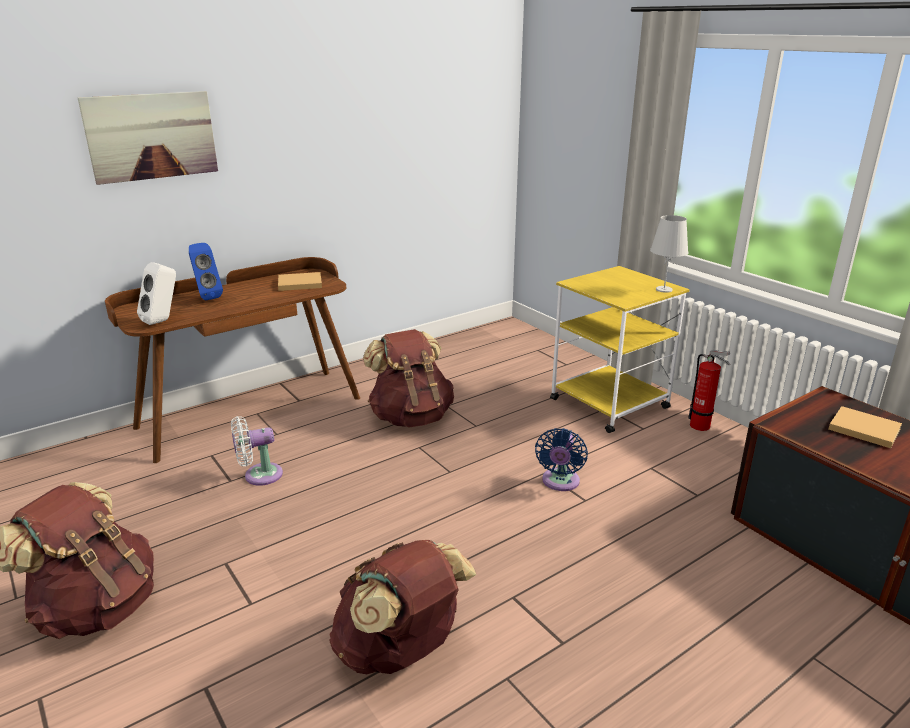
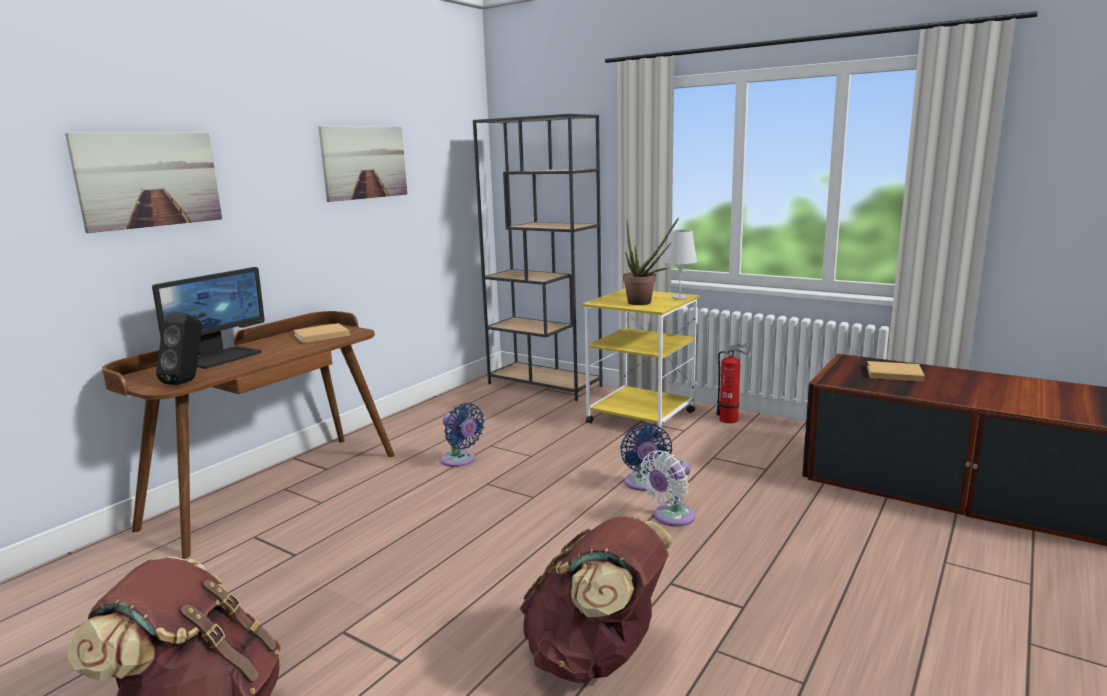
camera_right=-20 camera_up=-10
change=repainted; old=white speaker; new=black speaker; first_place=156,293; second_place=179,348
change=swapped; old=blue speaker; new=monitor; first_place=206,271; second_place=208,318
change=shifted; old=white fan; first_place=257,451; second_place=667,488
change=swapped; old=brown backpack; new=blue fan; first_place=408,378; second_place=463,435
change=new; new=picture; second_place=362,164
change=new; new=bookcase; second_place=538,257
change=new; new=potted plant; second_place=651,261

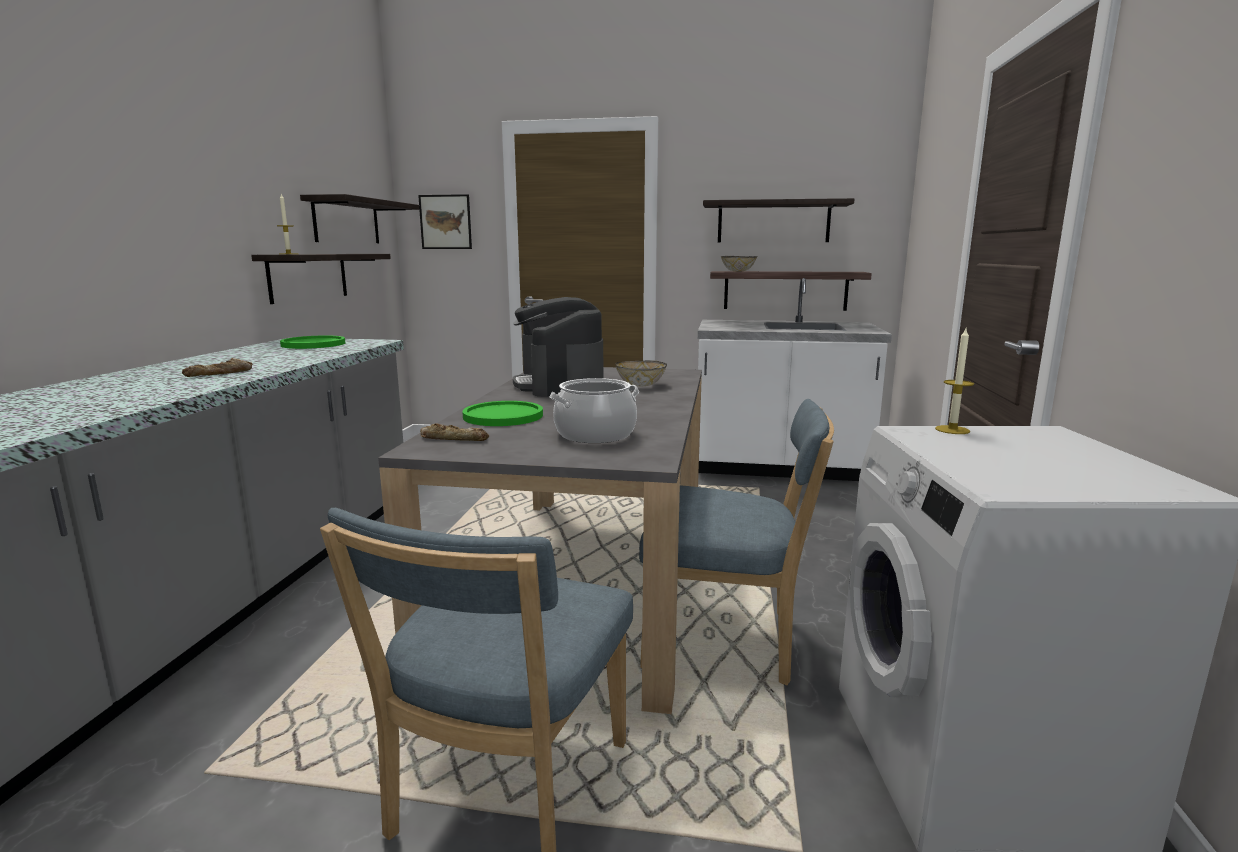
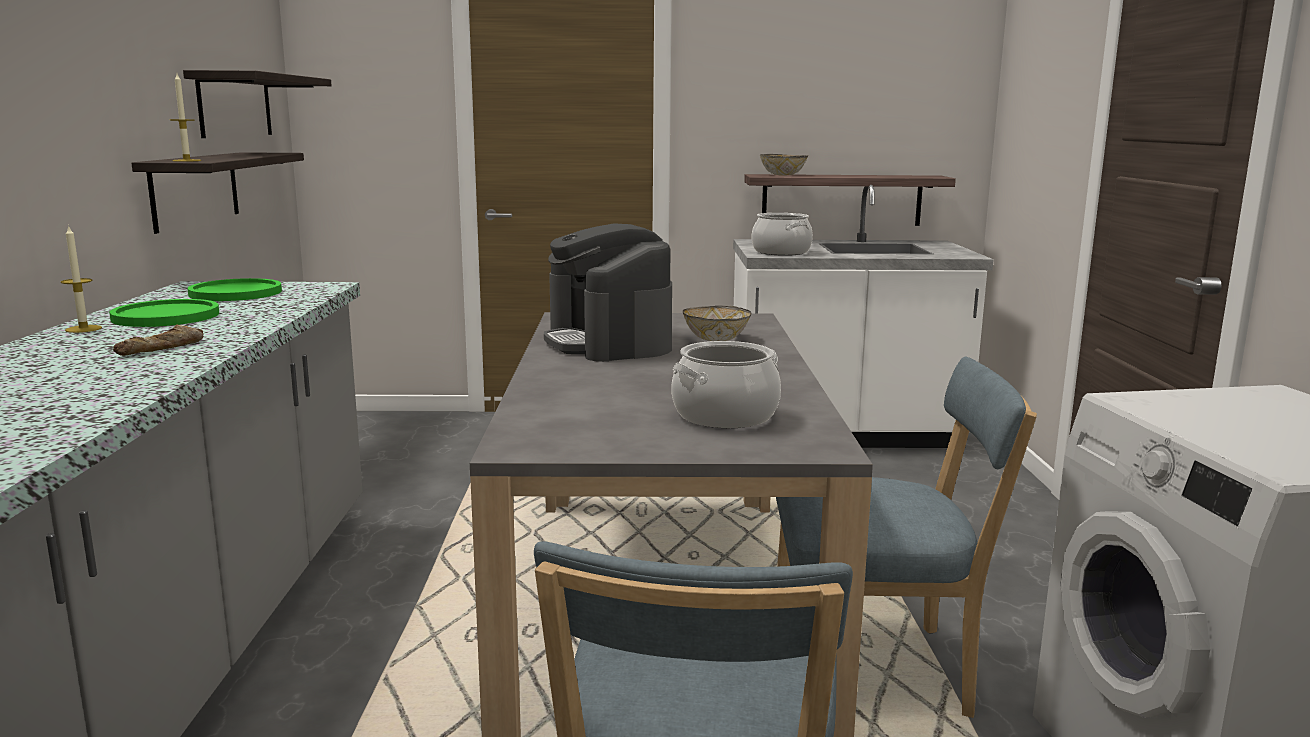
camera_right=-10 camera_up=0
change=gone; old=picture; first_place=445,221
change=gone; old=bread; first_place=454,432
change=shifted; old=green plate; first_place=503,413; second_place=164,313
change=gone; old=shelf; first_place=778,220
change=shifted; old=candle; first_place=954,381; second_place=81,279
change=new; new=cooking pot; second_place=782,234

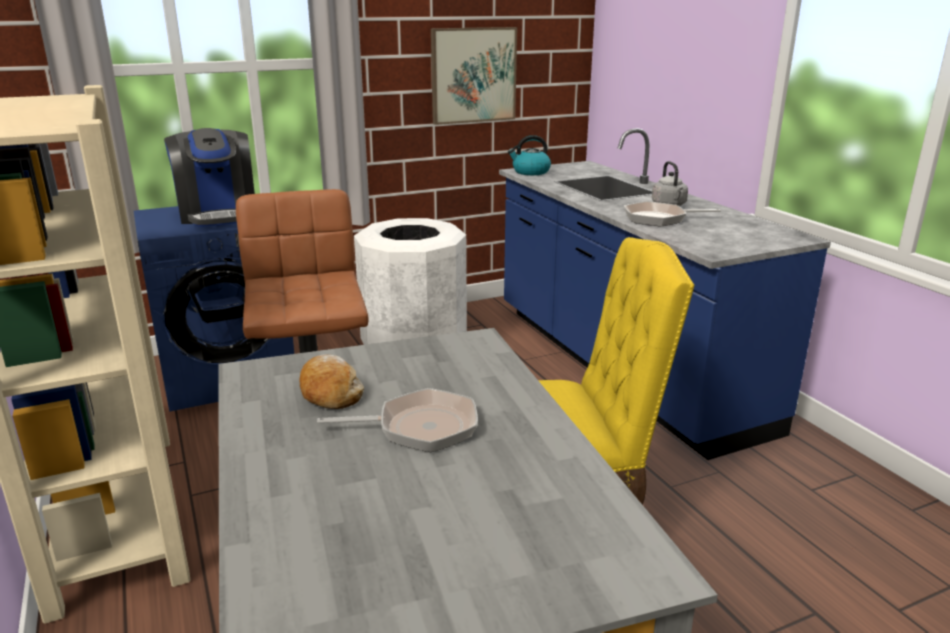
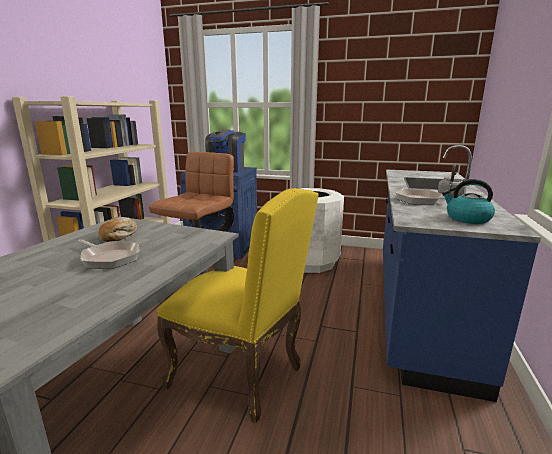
camera_right=40 camera_up=-5
change=gone; old=picture; first_place=474,76
change=shifted; old=kettle; first_place=529,155; second_place=468,201

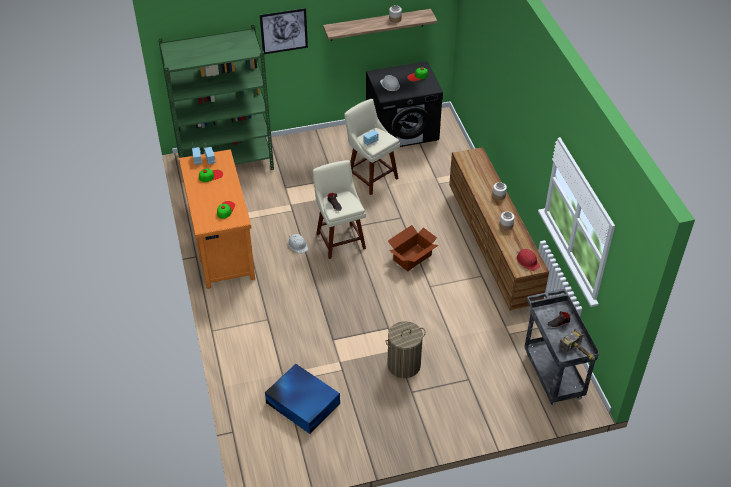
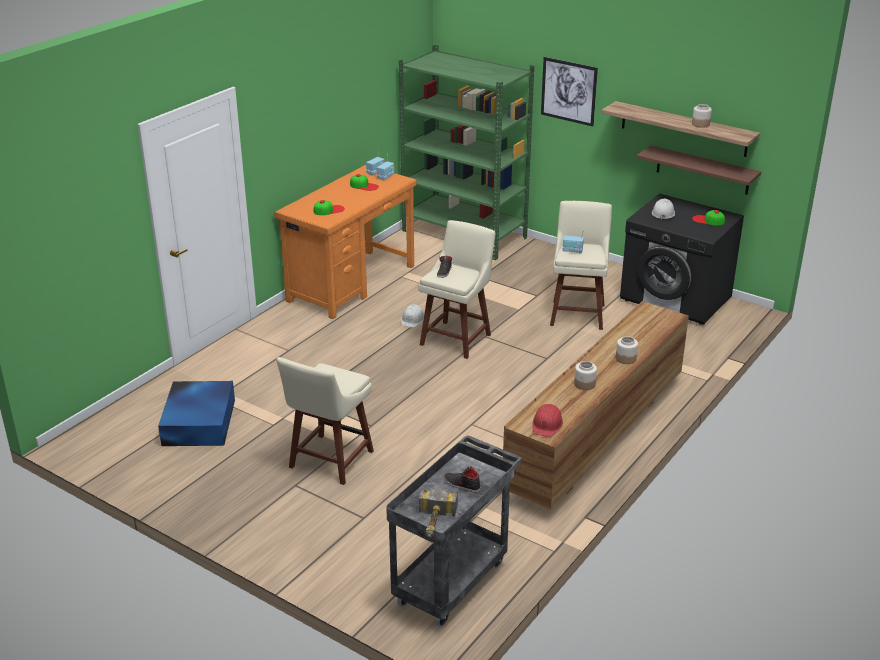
camera_right=50 camera_up=-15
change=swapped; old=laundry basket; new=beige stool; first_place=405,349; second_place=325,421
change=gone; old=cardboard box; first_place=413,248
change=new; new=shelf; second_place=698,170

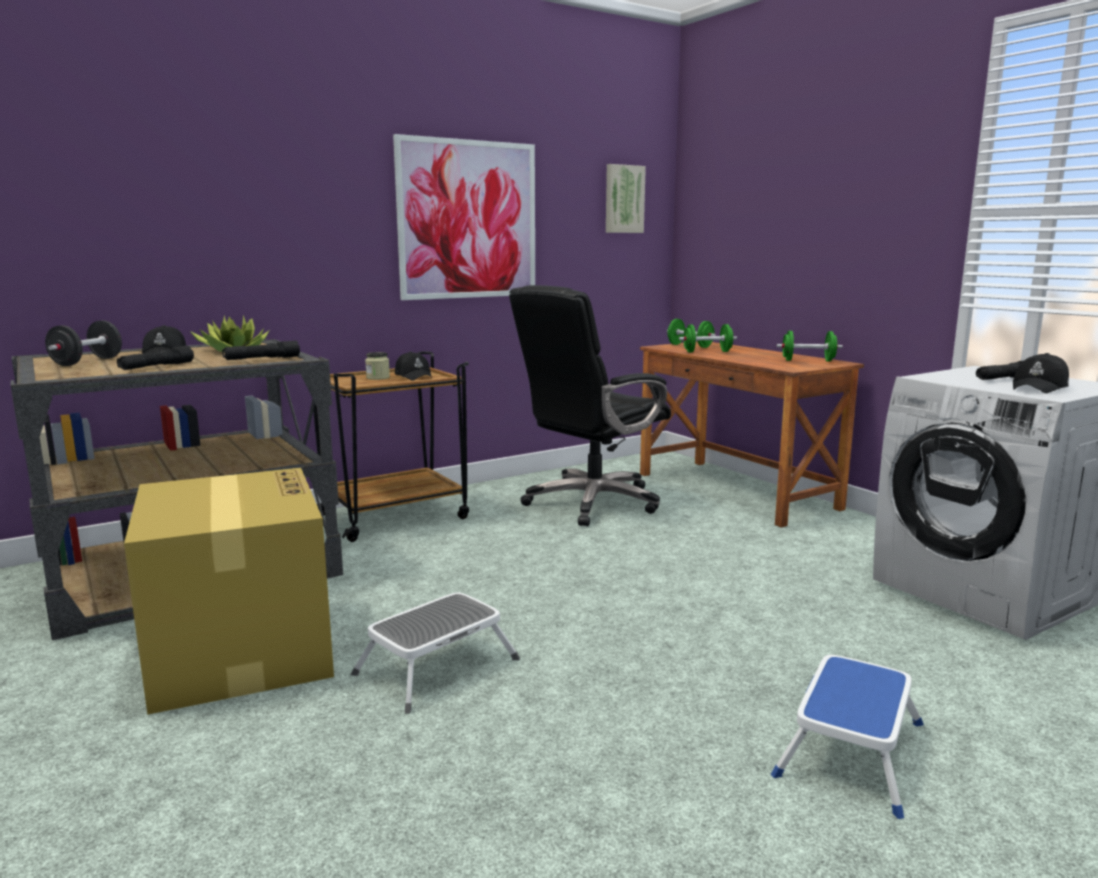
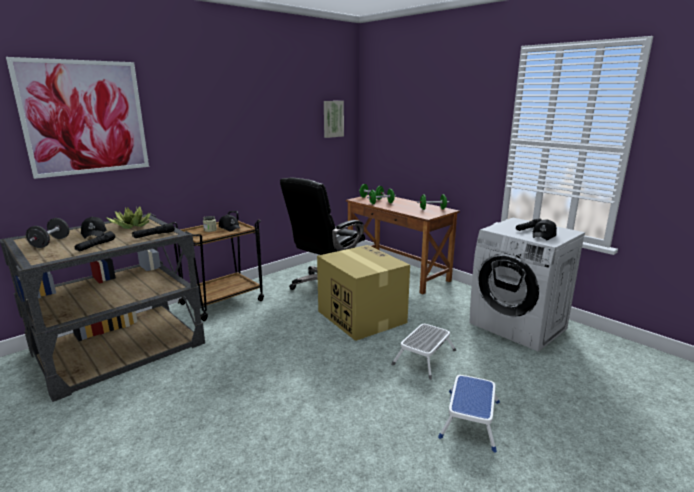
camera_right=-10 camera_up=5
change=shifted; old=cardboard box; first_place=229,591; second_place=363,293
change=shifted; old=grey step ladder; first_place=435,653; second_place=423,352
change=shifted; old=picture; first_place=464,217; second_place=77,118

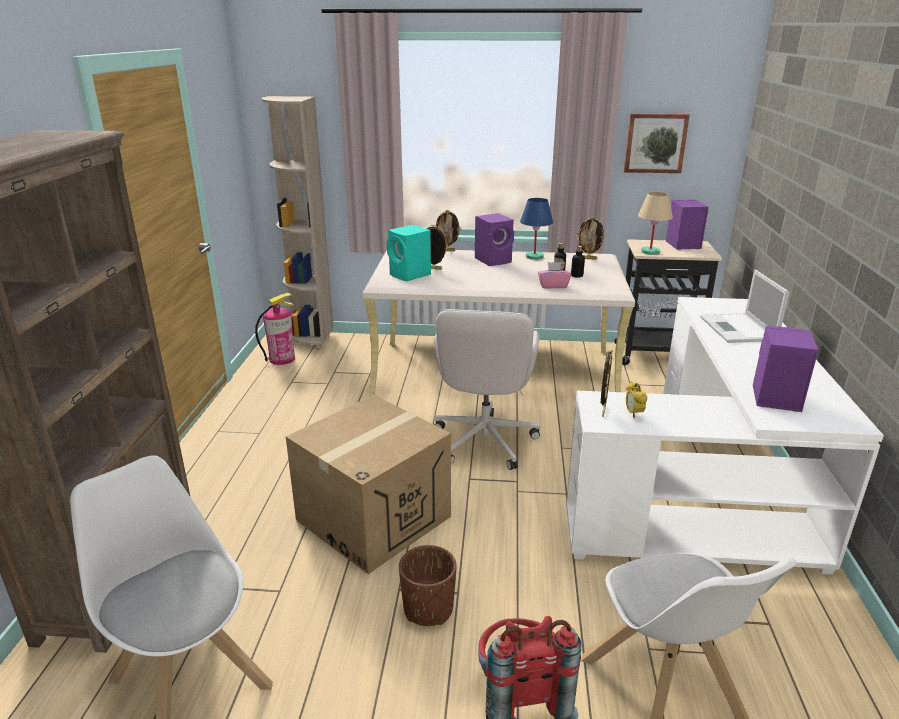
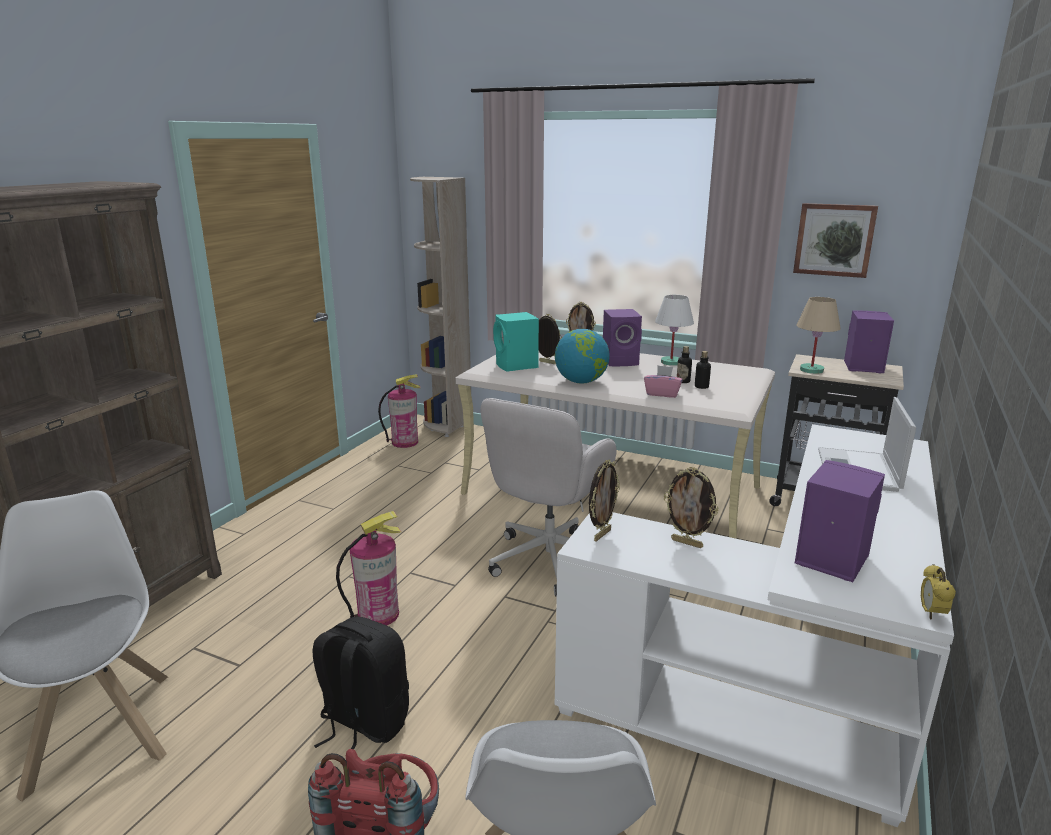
camera_right=20 camera_up=-5
change=swapped; old=cardboard box; new=fire extinguisher; first_place=368,484; second_place=368,568
change=swapped; old=brown planter; new=black backpack; first_place=428,585; second_place=361,682
change=repainted; old=blue table lamp; new=white table lamp; first_place=536,229; second_place=674,330
change=shifted; old=picture frame; first_place=591,238; second_place=691,507
change=shifted; old=alarm clock; first_place=636,400; second_place=938,591
change=new; new=globe; second_place=582,356

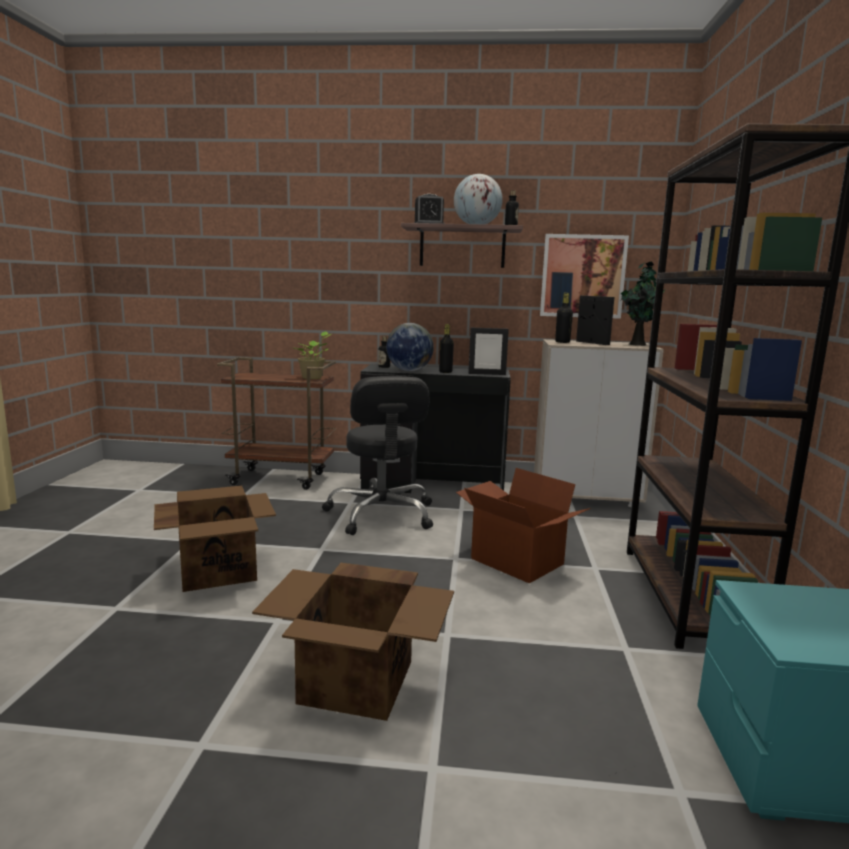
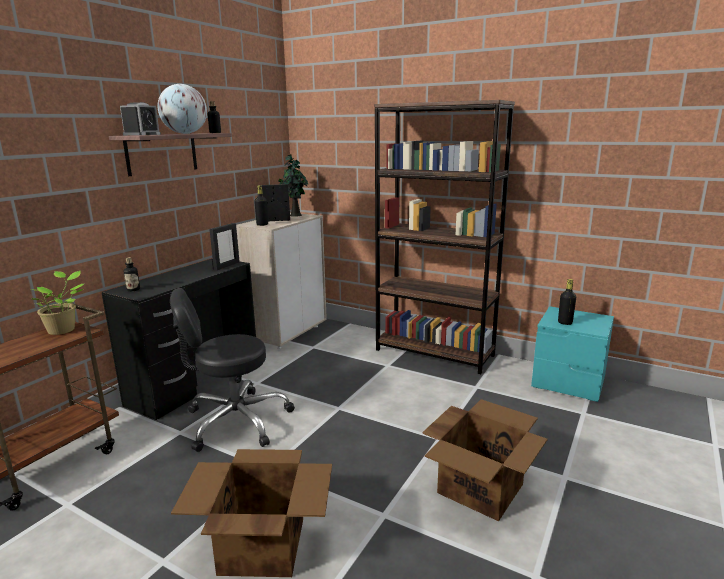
camera_right=-65 camera_up=5
change=rotated; old=black office chair; first_place=377,455; second_place=232,370; degrees=150
change=gone; old=globe; first_place=410,347
change=shifted; old=black bottle; first_place=446,348; second_place=567,302
change=gone; old=cardboard box; first_place=523,525
change=gone; old=picture; first_place=584,276

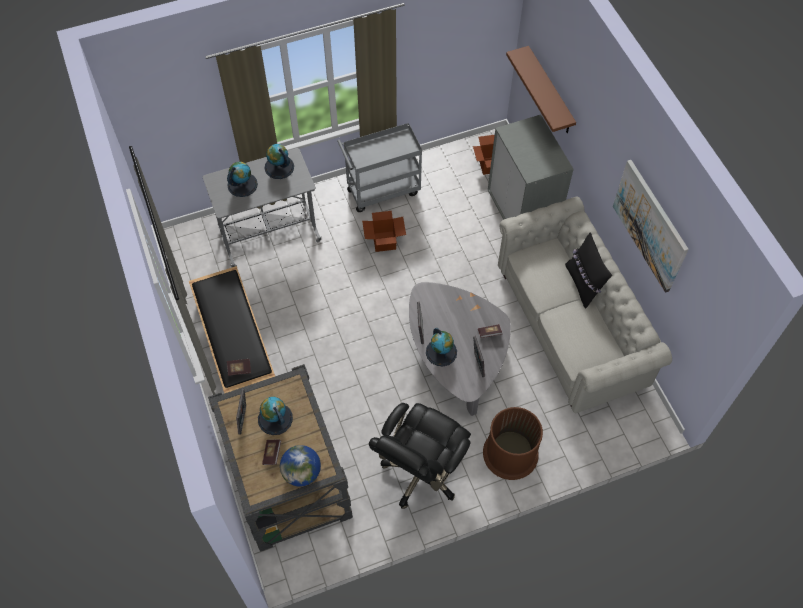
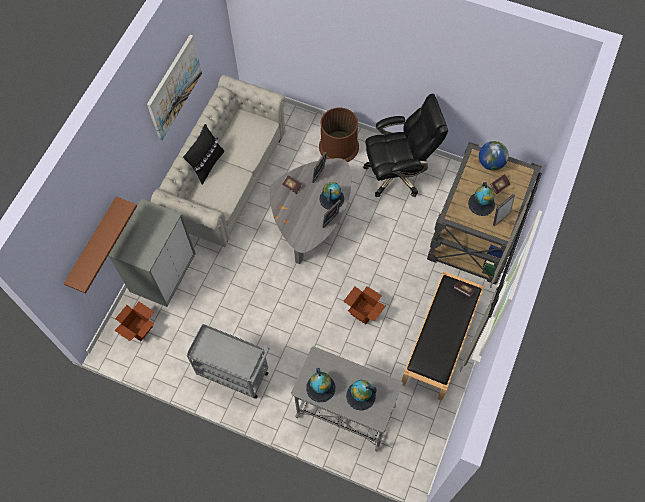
camera_right=-135 camera_up=5
change=shifted; old=cardboard box; first_place=384,231; second_place=365,305

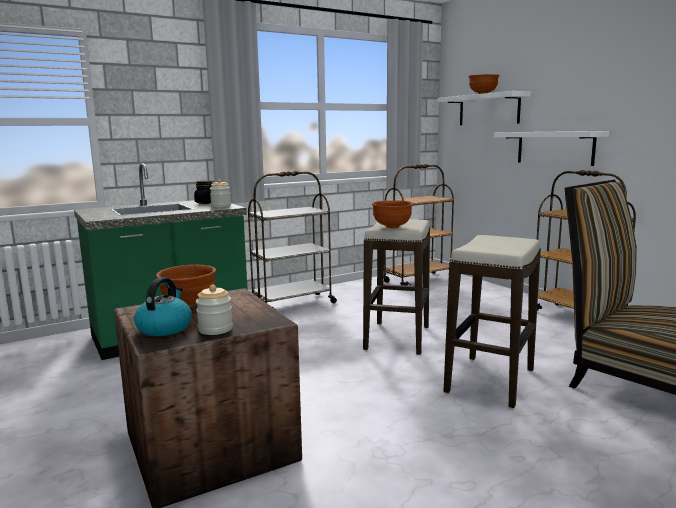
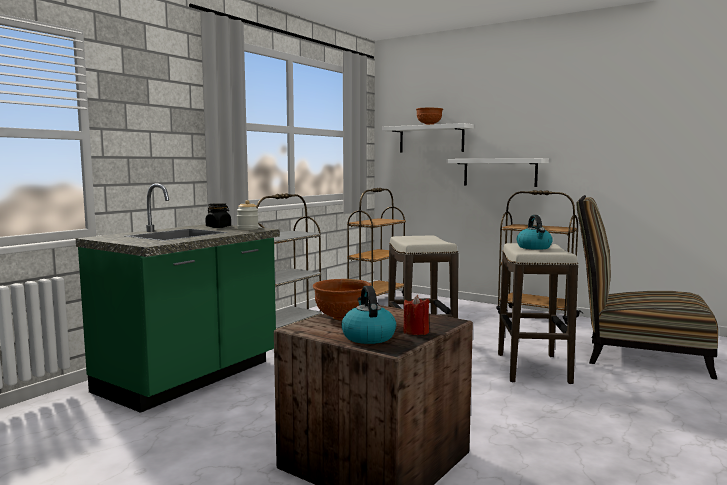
camera_right=-25 camera_up=-5
change=swapped; old=jar; new=red candle; first_place=214,310; second_place=416,315
change=gone; old=brown bowl; first_place=392,214
change=new; new=kettle; second_place=535,232

